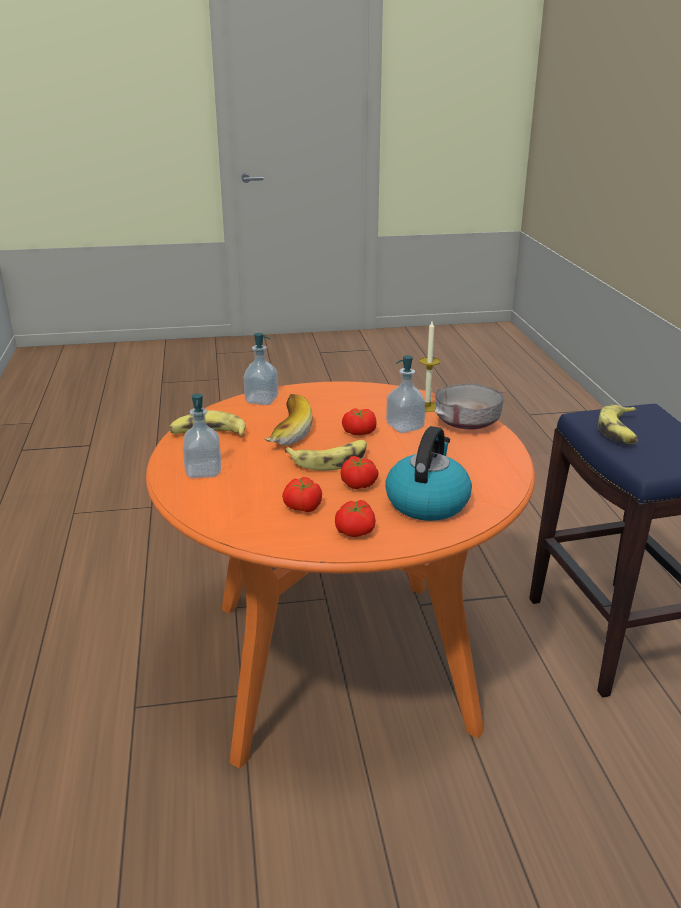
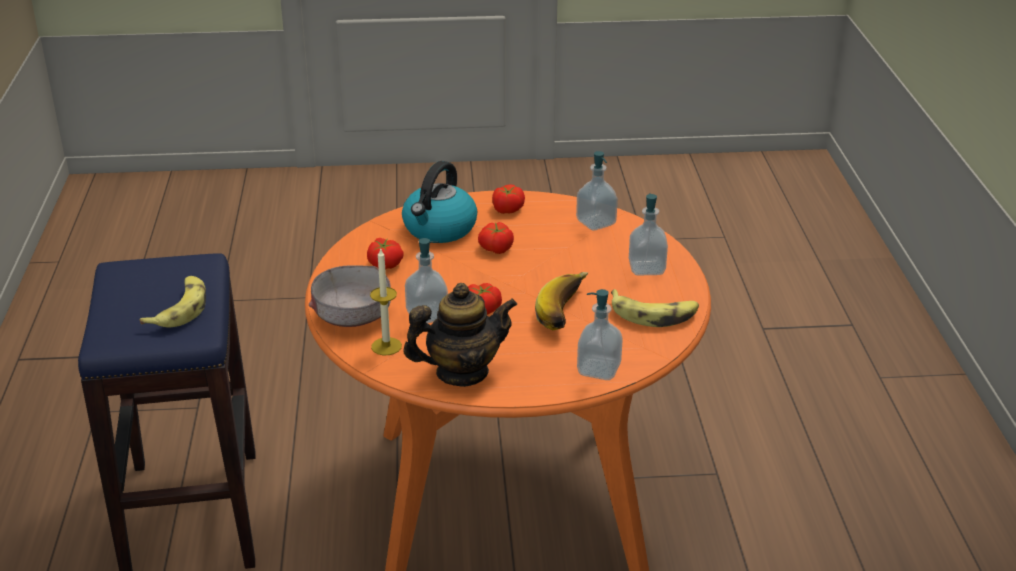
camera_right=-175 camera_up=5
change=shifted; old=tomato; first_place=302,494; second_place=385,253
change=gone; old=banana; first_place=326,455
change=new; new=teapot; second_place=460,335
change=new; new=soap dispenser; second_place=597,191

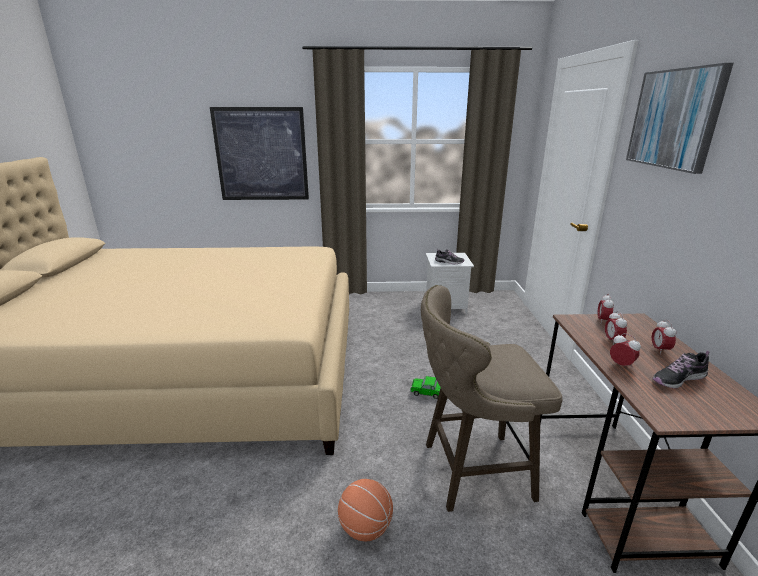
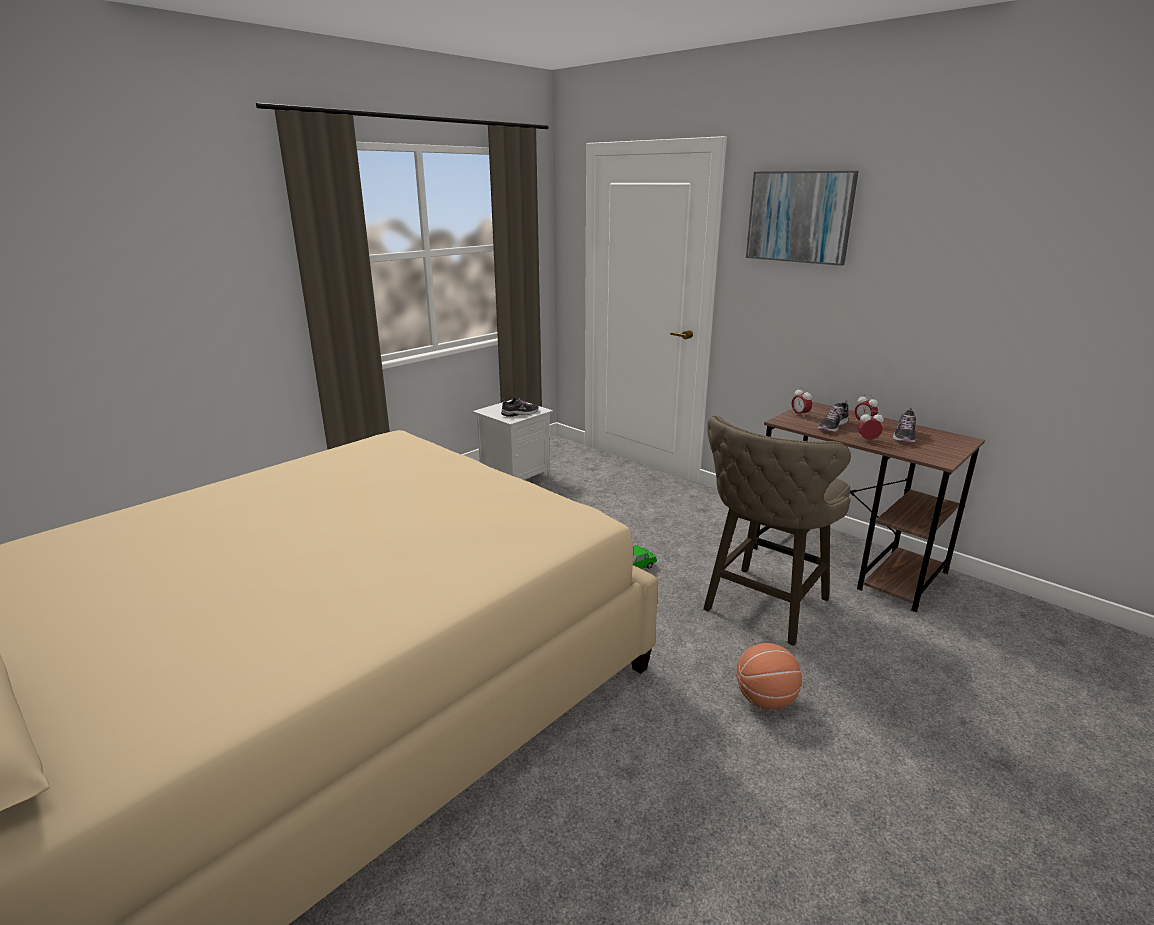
camera_right=-45 camera_up=0
change=gone; old=picture; first_place=259,153
change=swapped; old=alarm clock; new=shoe; first_place=616,328; second_place=833,416

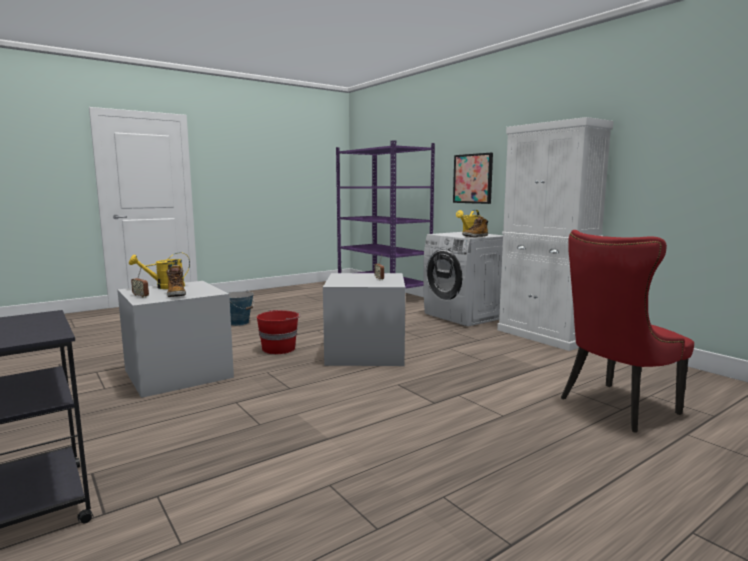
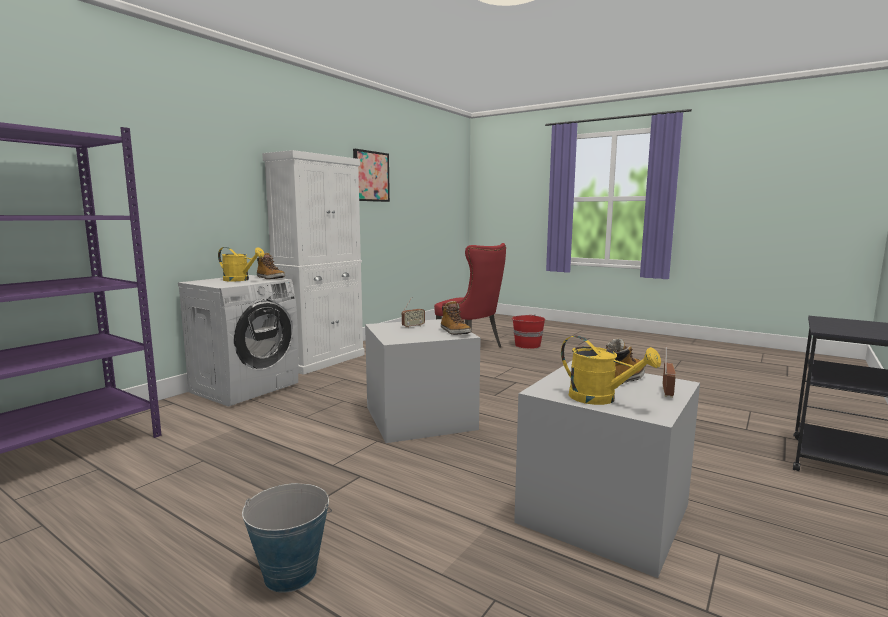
camera_right=-110 camera_up=0
change=shifted; old=red bucket; first_place=279,332; second_place=528,332
change=shifted; old=picture; first_place=473,178; second_place=371,175
change=new; new=boot; second_place=456,318

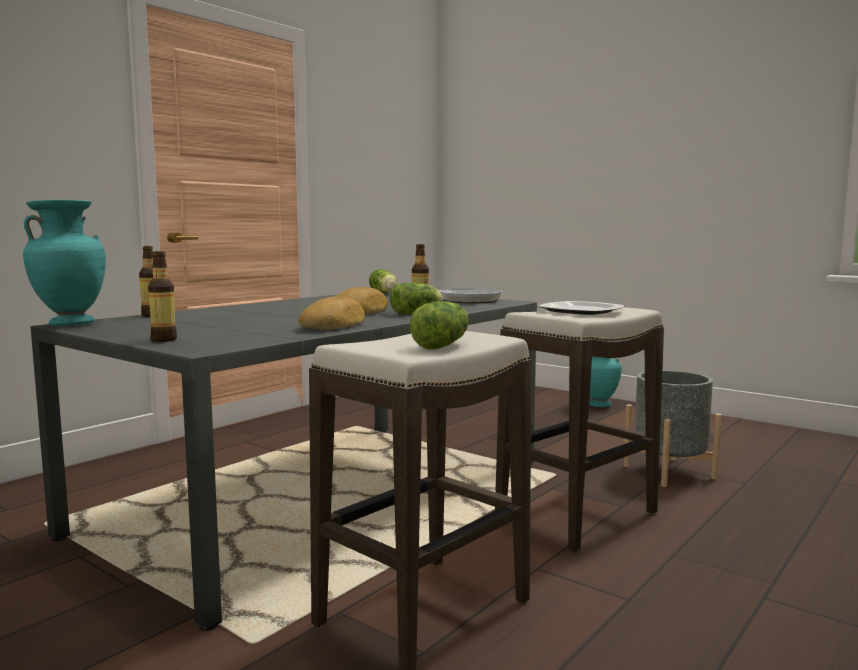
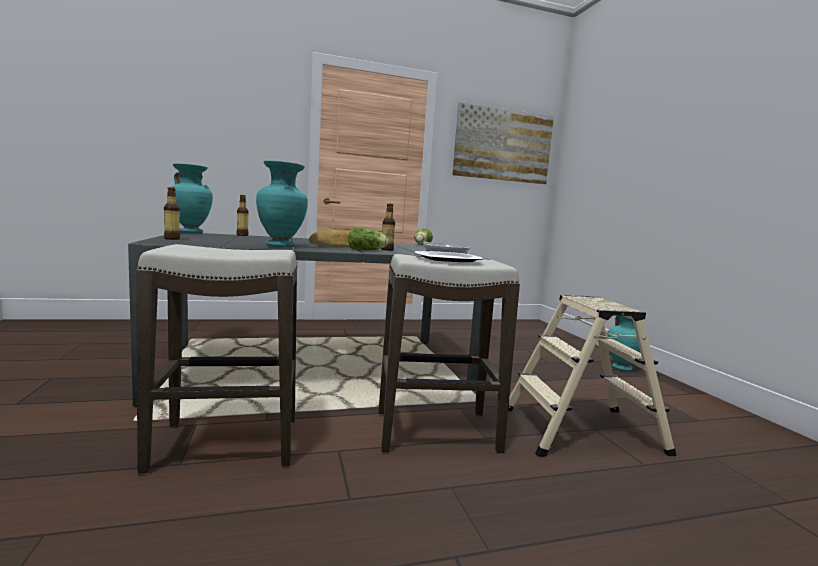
camera_right=35 camera_up=0
change=swapped; old=bread; new=turquoise vase; first_place=331,313; second_place=282,204
change=gone; old=lettuce; first_place=439,325
change=swapped; old=grey planter; new=beige step ladder; first_place=673,428; second_place=592,376
change=new; new=picture; second_place=503,143

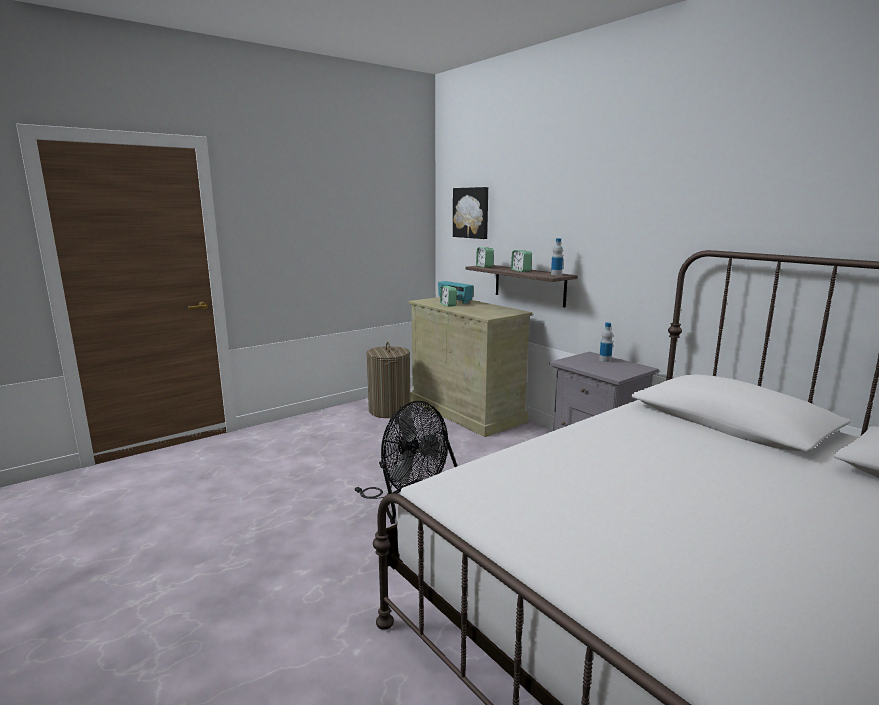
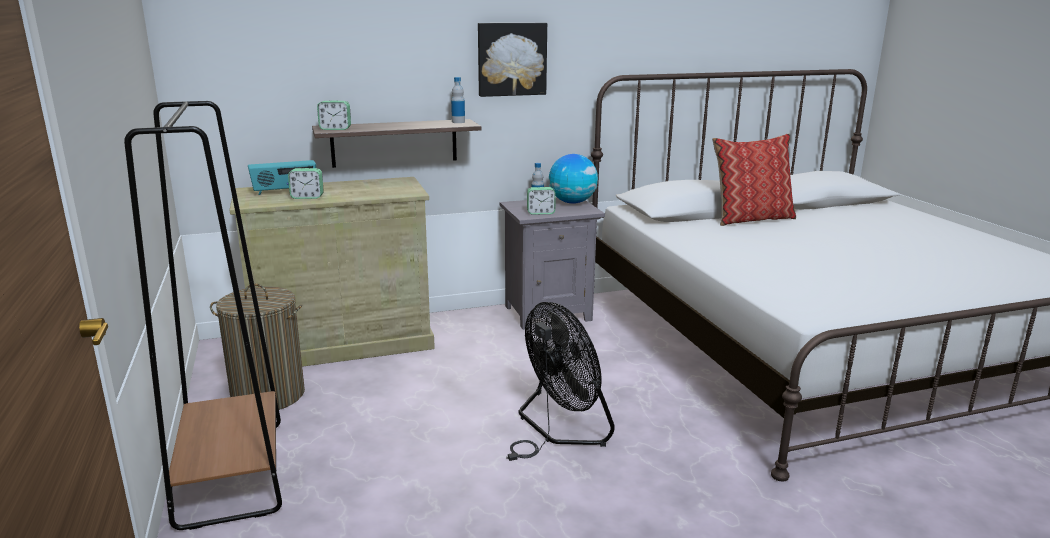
camera_right=-70 camera_up=5
change=shifted; old=picture; first_place=470,213; second_place=512,60
change=shifted; old=alarm clock; first_place=521,261; second_place=541,201
change=new; new=clothes rack; second_place=203,315
change=new; new=globe; second_place=573,179
change=new; new=pillow; second_place=754,179

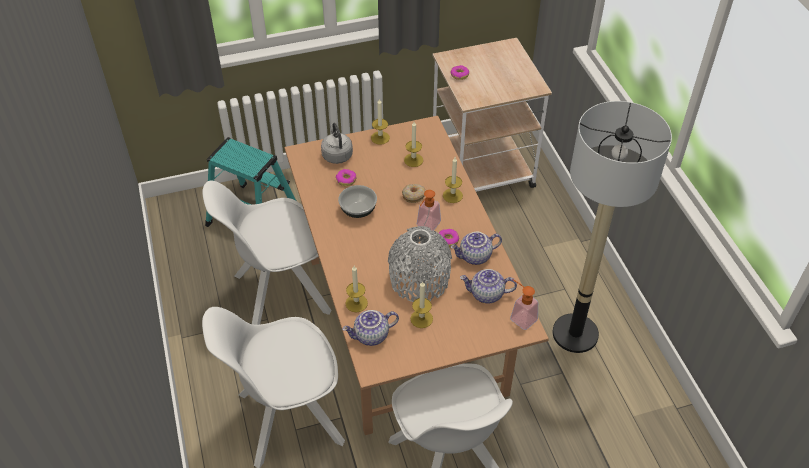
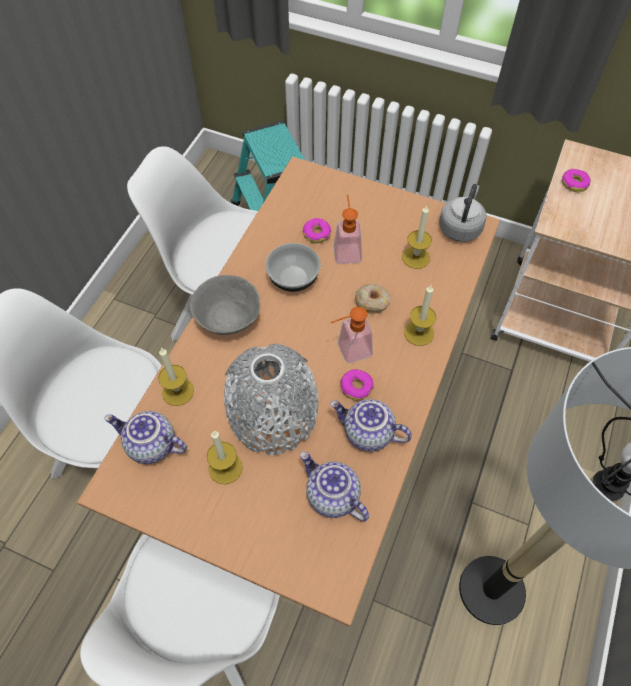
camera_right=40 camera_up=10
change=shifted; old=grey kettle; first_place=337,143; second_place=462,213
change=gone; old=candle; first_place=380,121
change=shifted; old=soap dispenser; first_place=524,305; second_place=348,229
change=new; new=grey bowl; second_place=225,305

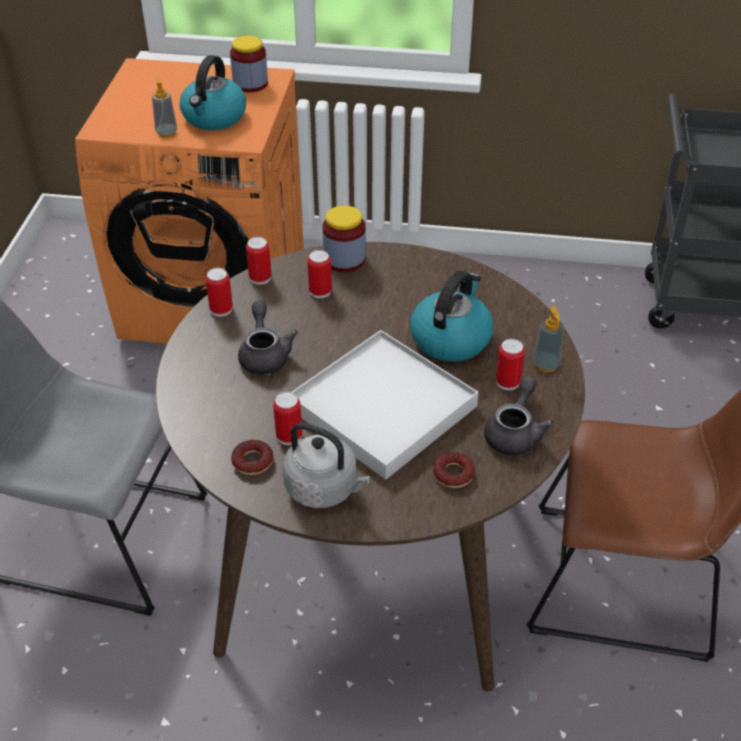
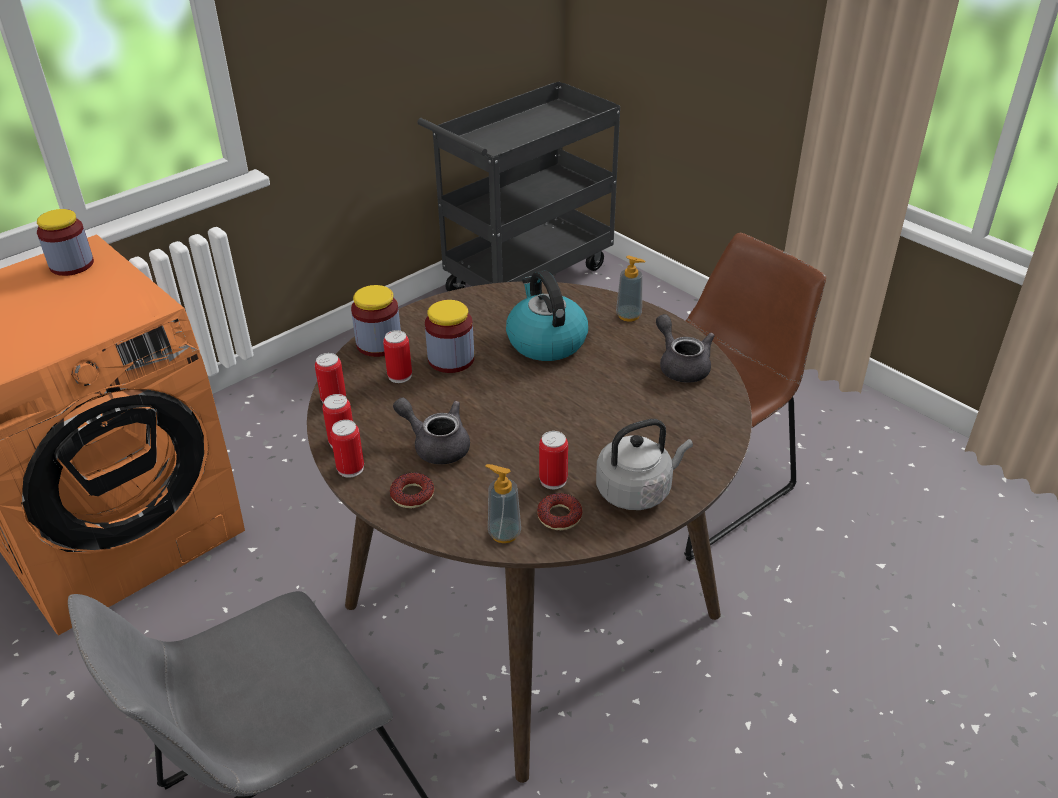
camera_right=-50 camera_up=-5
change=shifted; old=soap dispenser; first_place=164,107; second_place=503,503
change=gone; old=kettle; first_place=213,92
change=gone; old=white tray; first_place=385,405
change=shifted; old=donut; first_place=454,470; second_place=412,490
change=shifted; old=can; first_place=510,364; second_place=347,449
change=new; new=jar; second_place=449,336

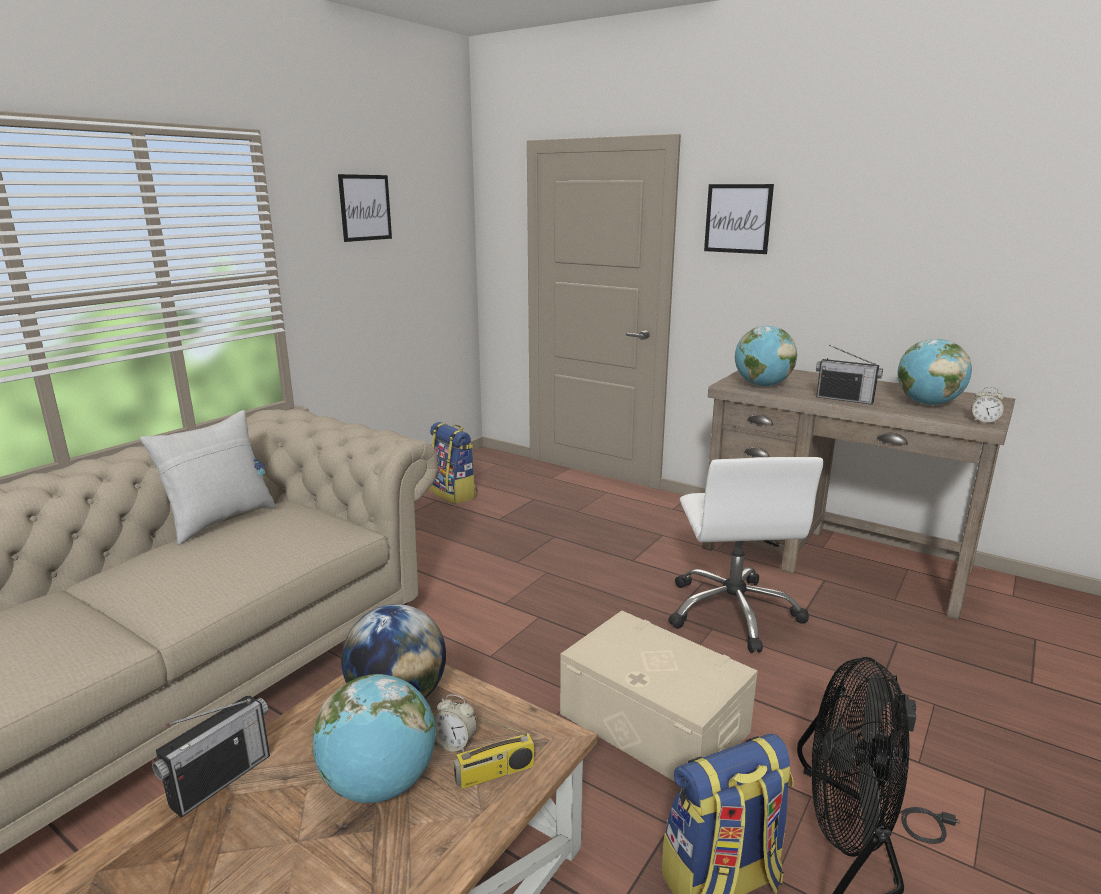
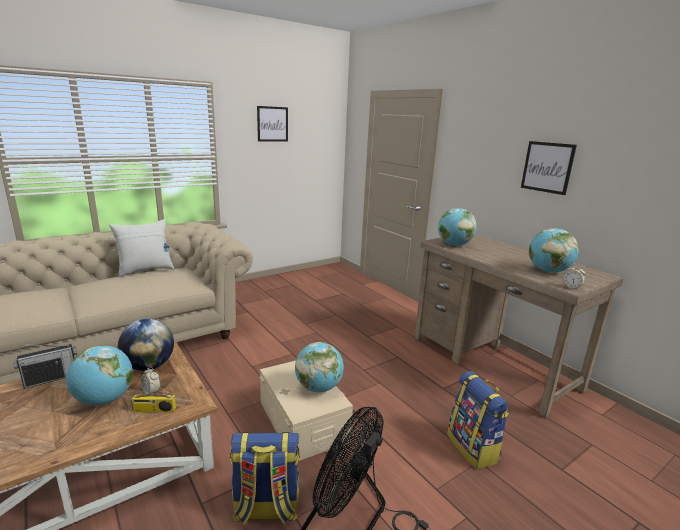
camera_right=20 camera_up=0
change=shifted; old=backpack; first_place=453,463; second_place=478,420
change=gone; old=white office chair; first_place=746,555
change=shifted; old=picture; first_place=739,219; second_place=549,168
change=gone; old=radio; first_place=849,375
change=new; new=globe; second_place=319,367

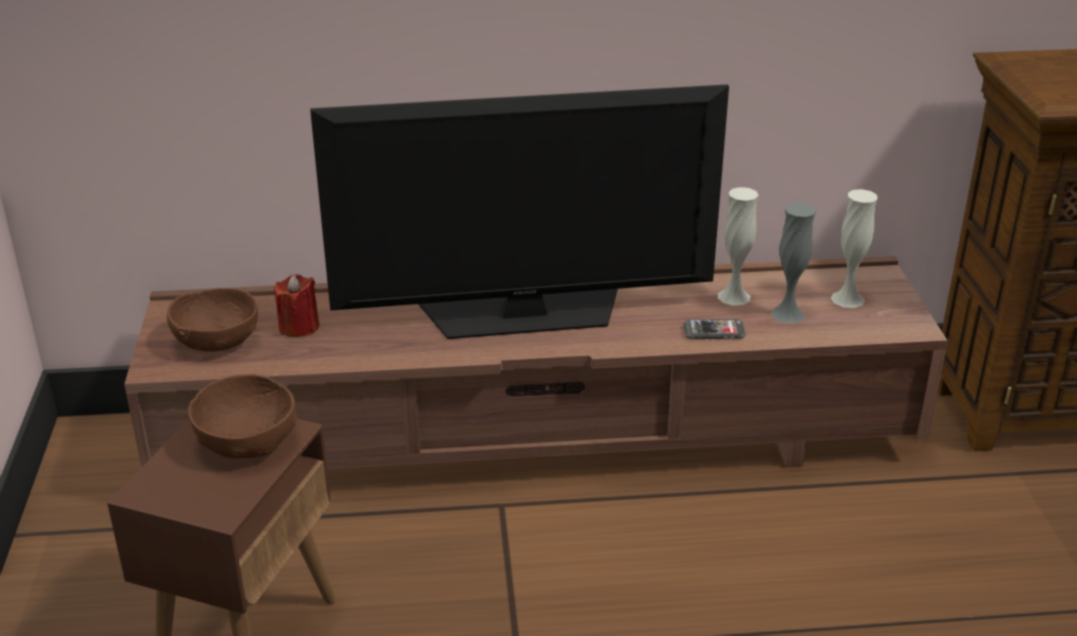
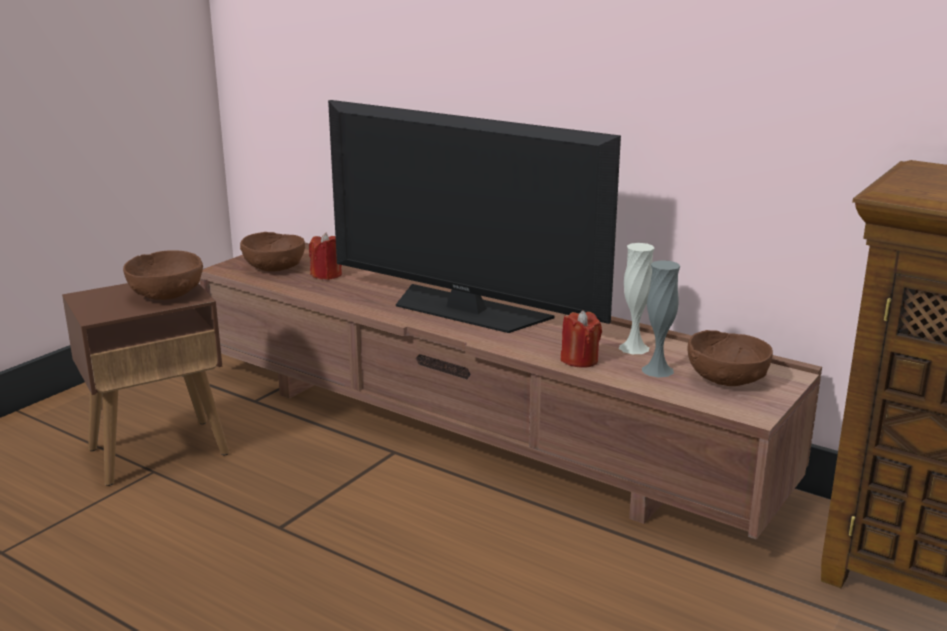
camera_right=40 camera_up=-10
change=swapped; old=phone; new=red candle; first_place=715,329; second_place=581,339
change=swapped; old=white vase; new=brown bowl; first_place=854,248; second_place=730,358

